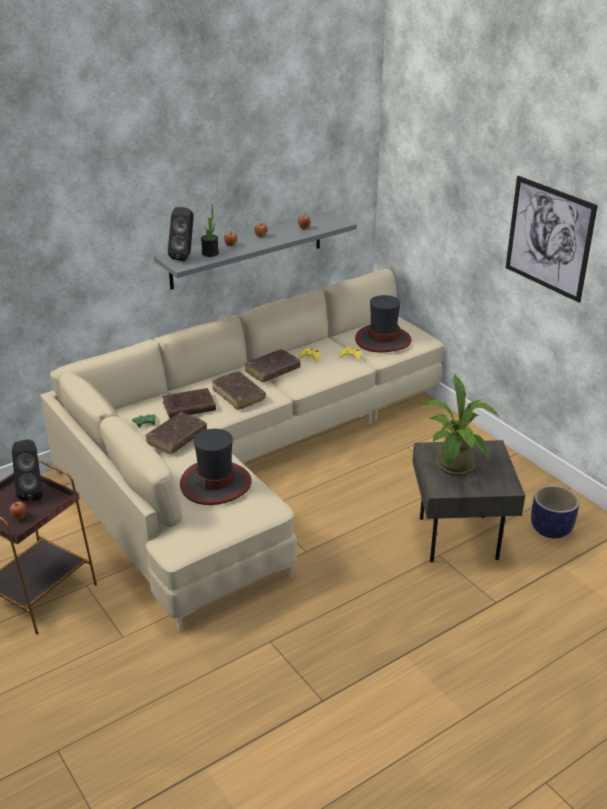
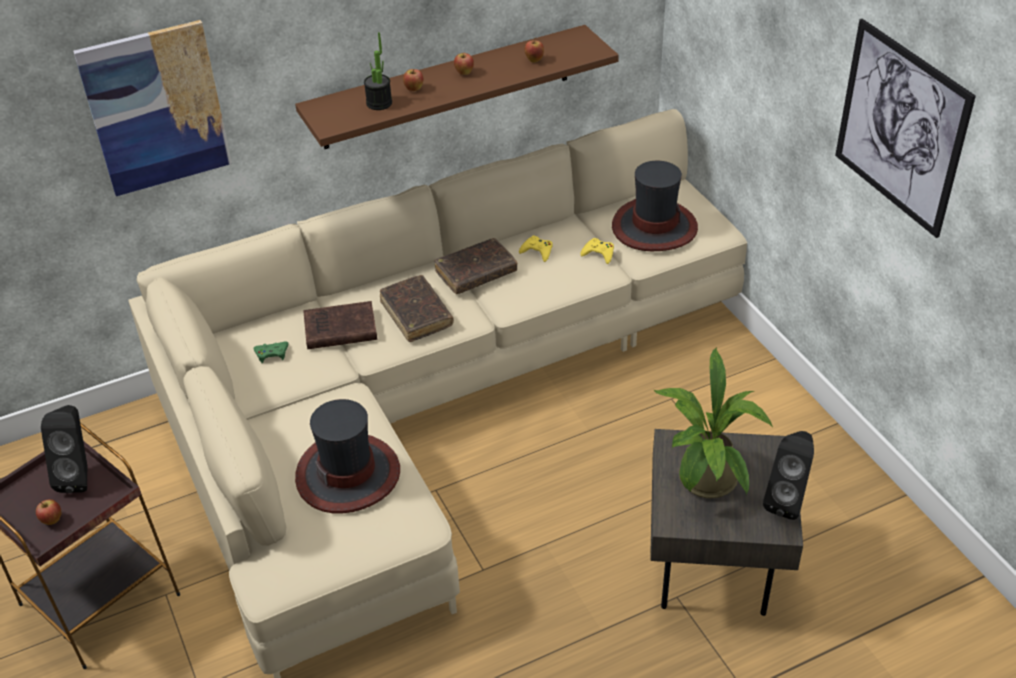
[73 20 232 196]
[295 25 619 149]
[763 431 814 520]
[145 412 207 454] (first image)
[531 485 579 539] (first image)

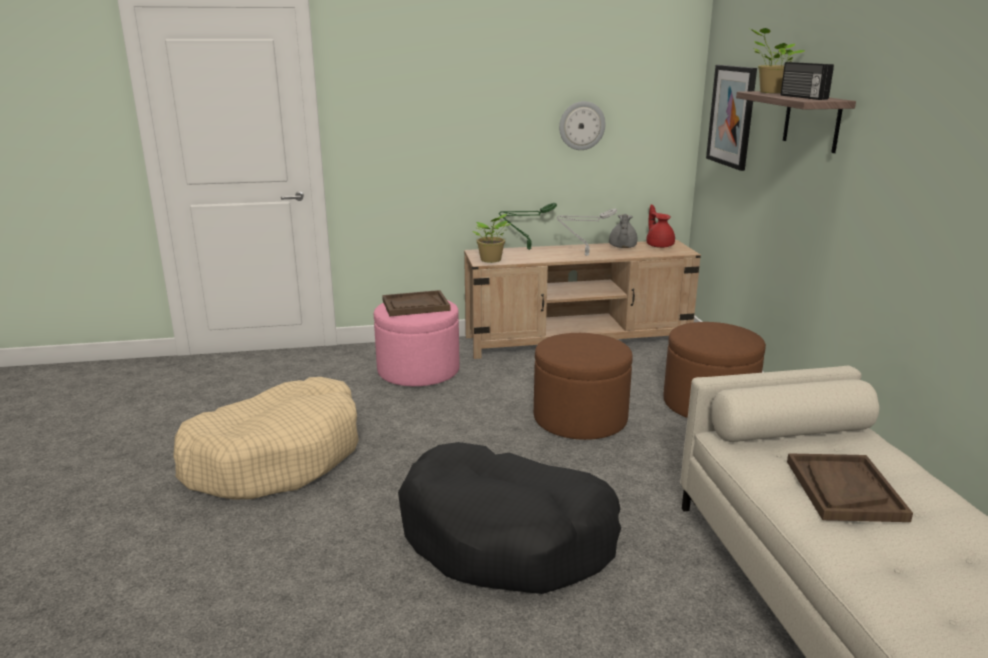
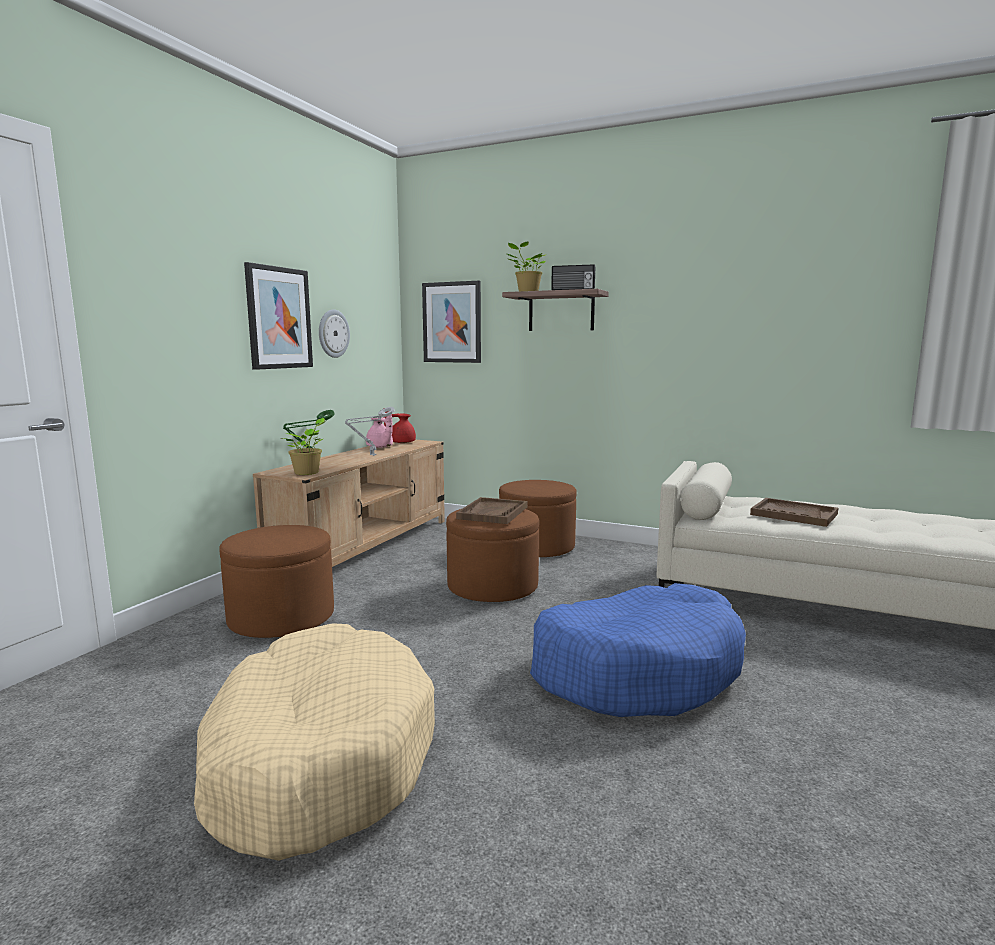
[219 525 334 638]
[244 262 313 370]
[366 414 393 448]
[456 497 527 524]
[530 583 746 717]

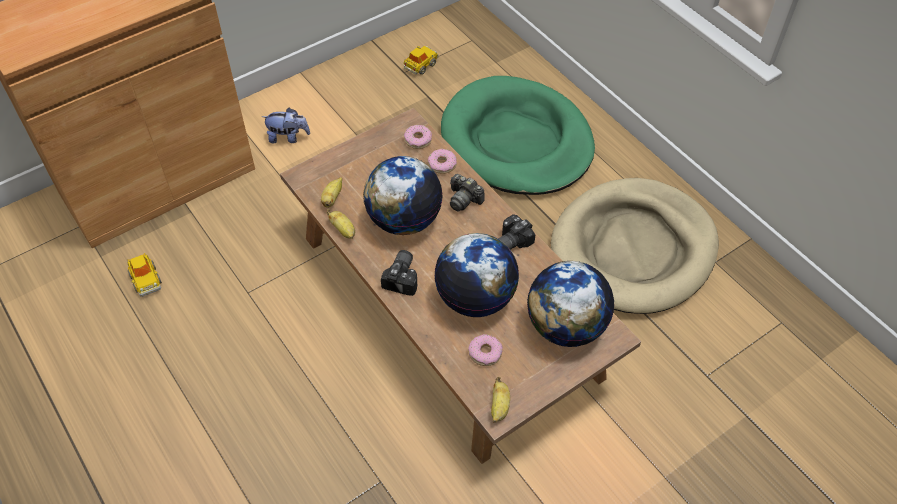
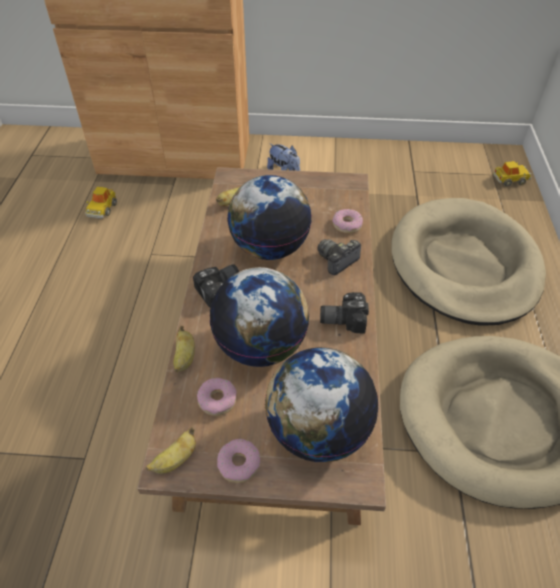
[173 326 195 372]
[217 439 260 483]
[318 239 361 275]
[391 198 546 326]
[493 161 531 186]

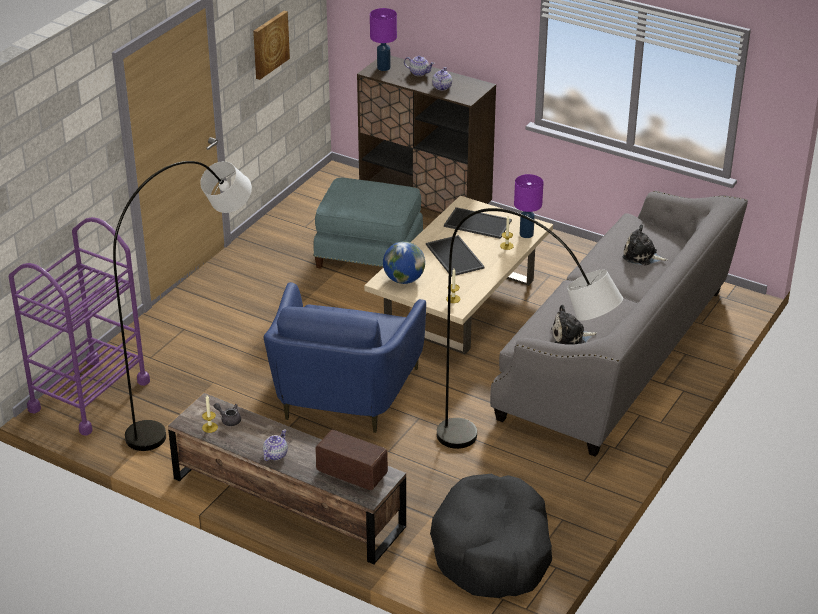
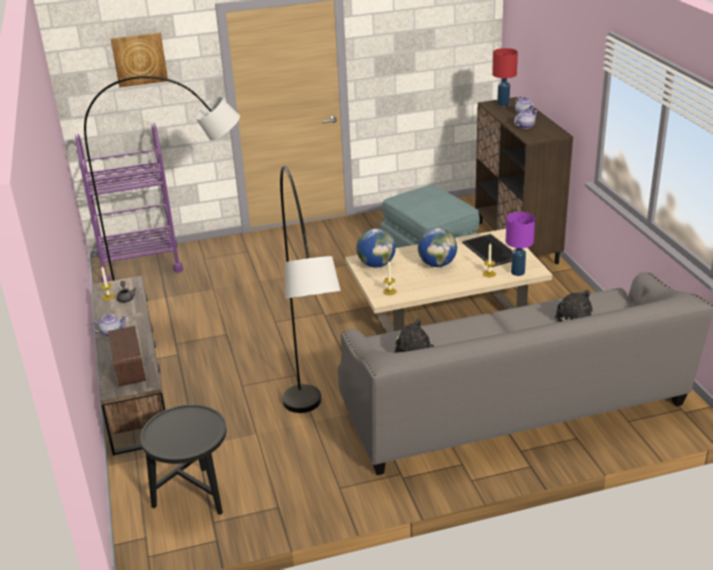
[110 32 168 87]
[140 404 227 515]
[418 228 457 267]
[492 48 518 106]
[264 282 426 433] (first image)

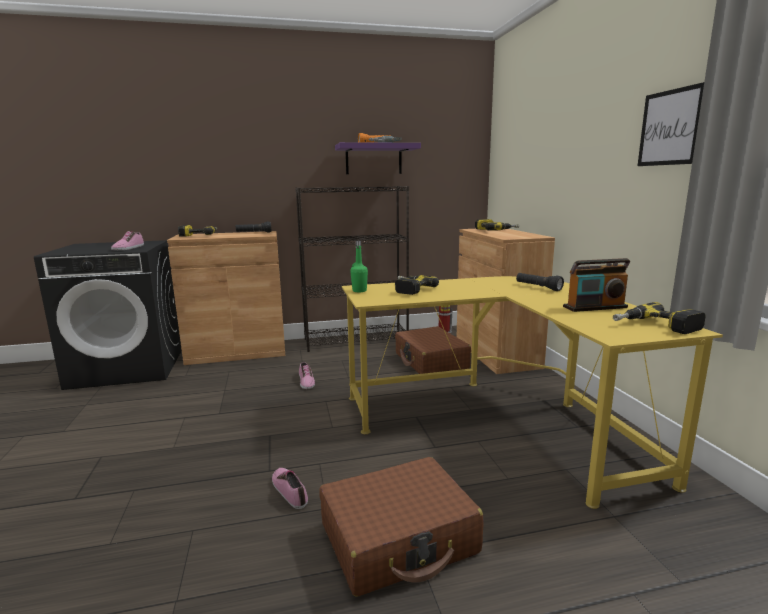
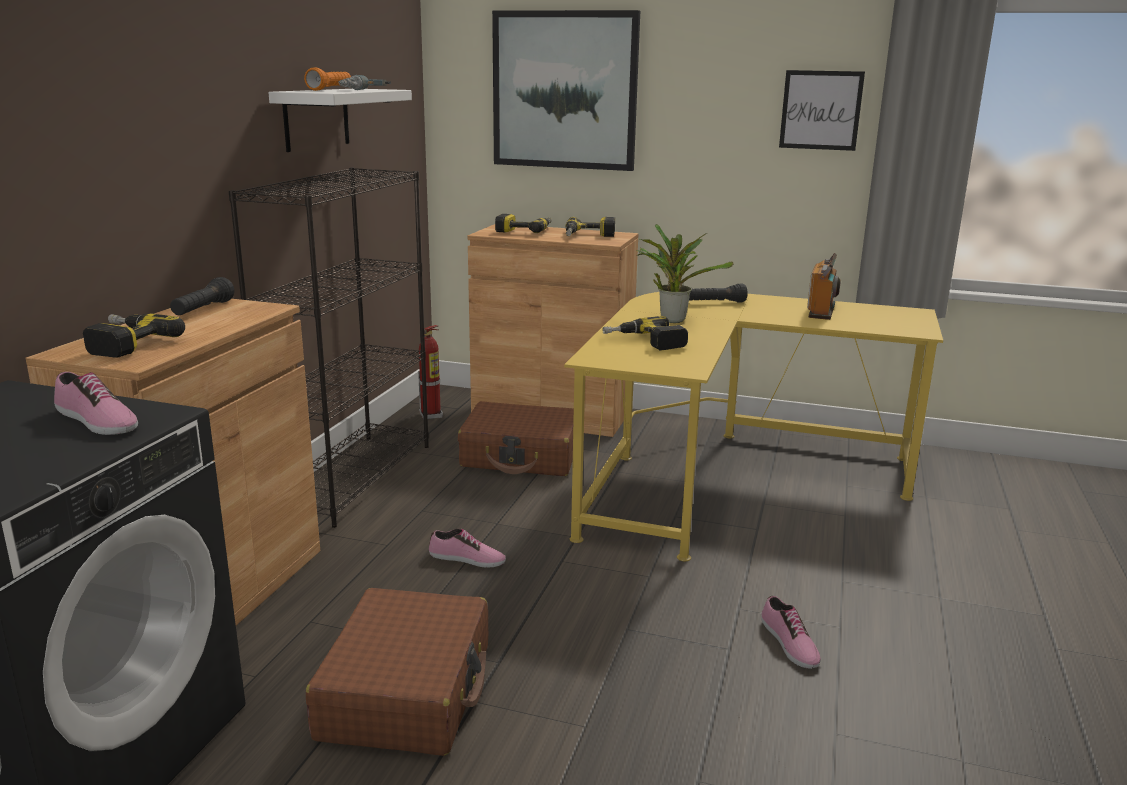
[268 89 412 152]
[306 588 488 756]
[492 10 640 171]
[565 217 615 237]
[636 224 734 323]
[761 596 821 669]
[350 241 368 292] (first image)

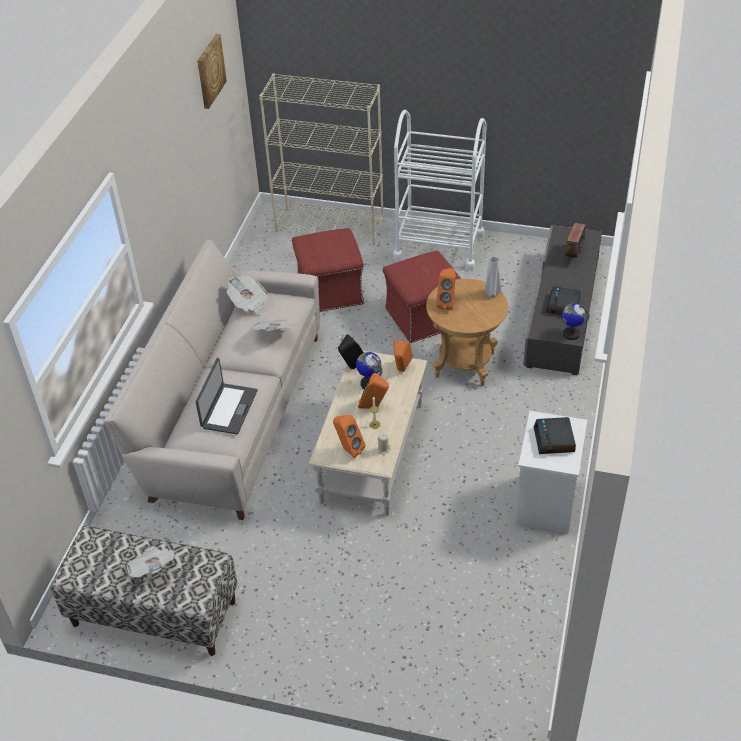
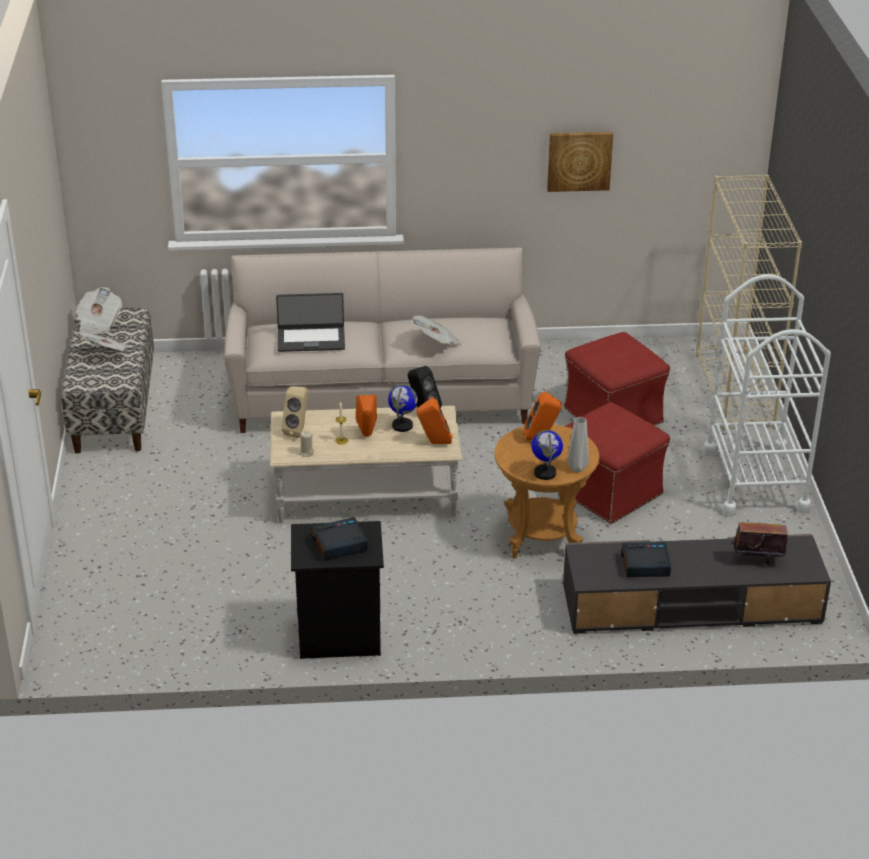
[76 287 122 334]
[281 386 308 438]
[291 521 384 659]
[531 430 563 480]
[547 132 613 192]

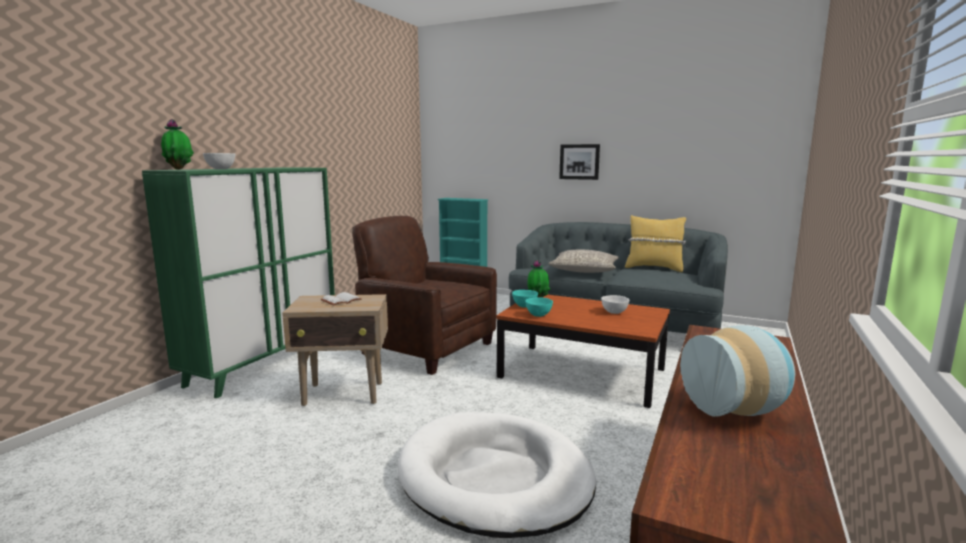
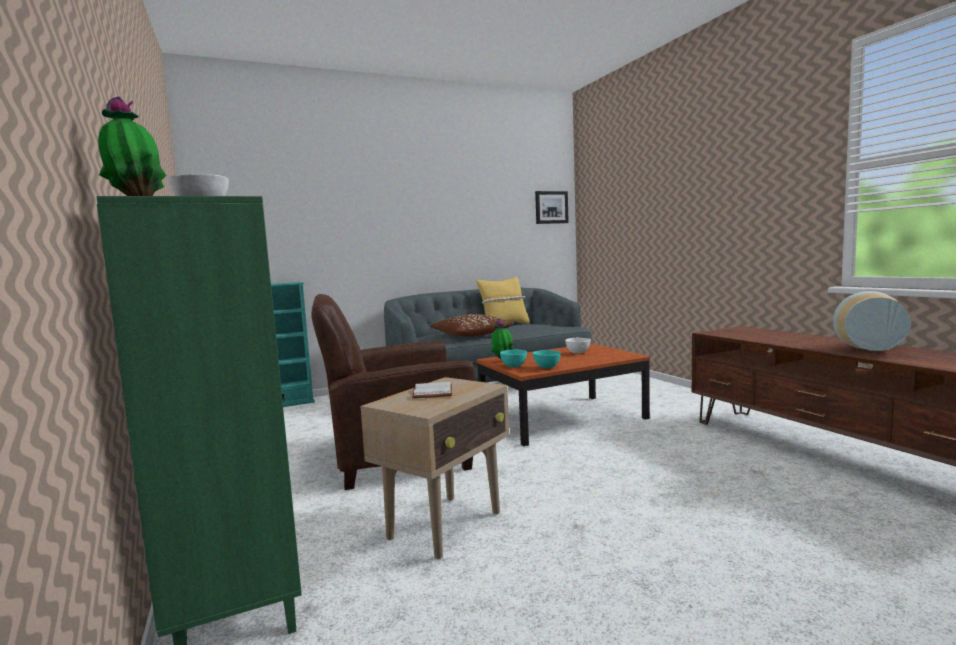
[430 314 513 337]
[535 191 569 224]
[398 412 596 538] (first image)

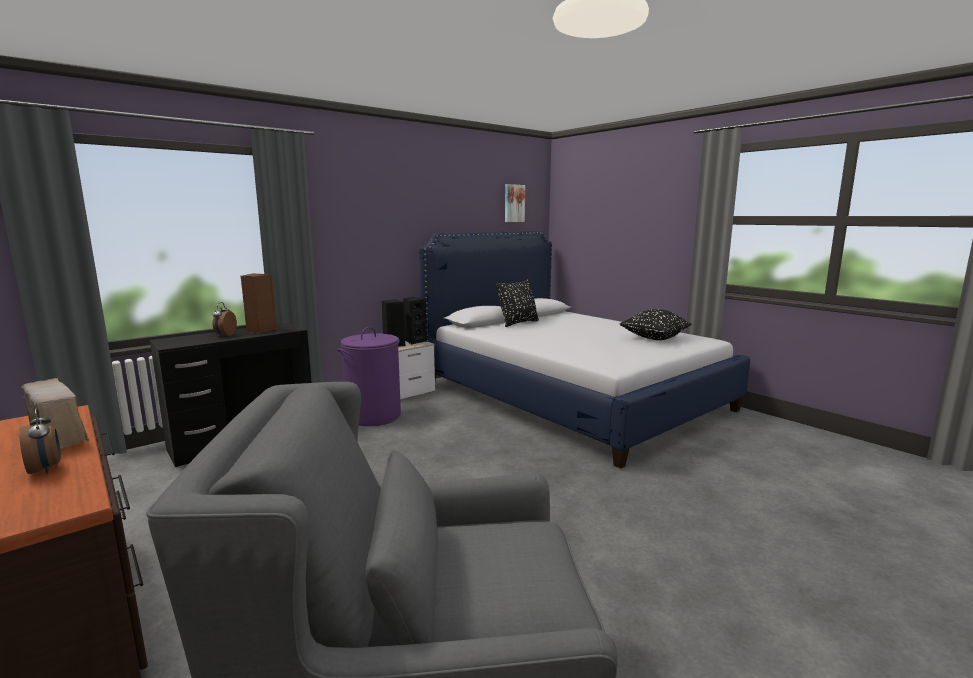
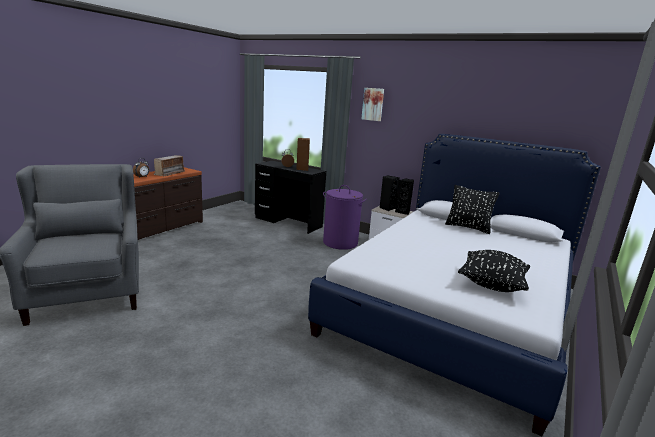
[361 88 384 121]

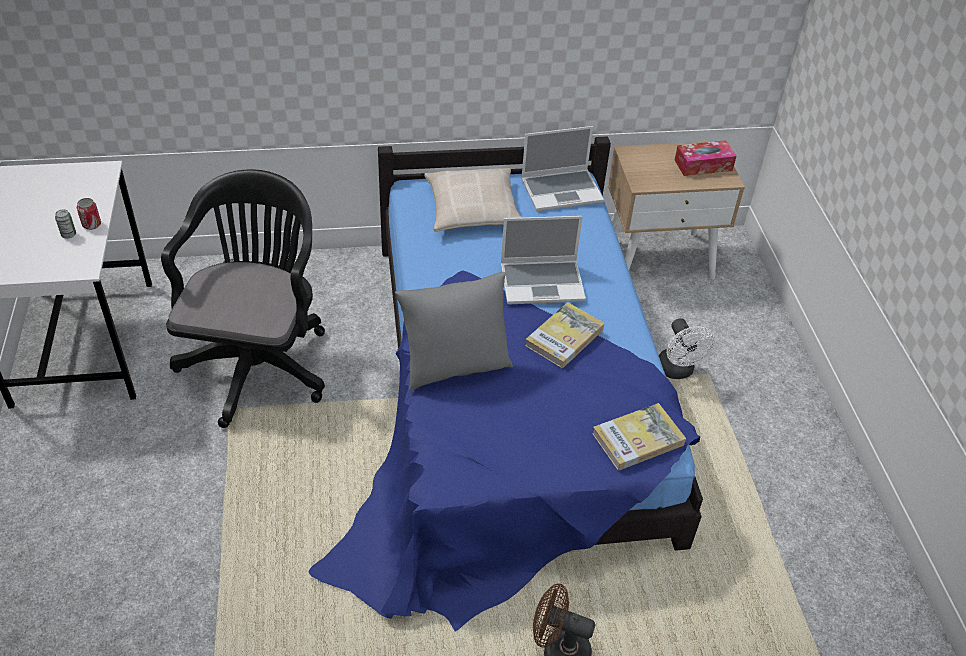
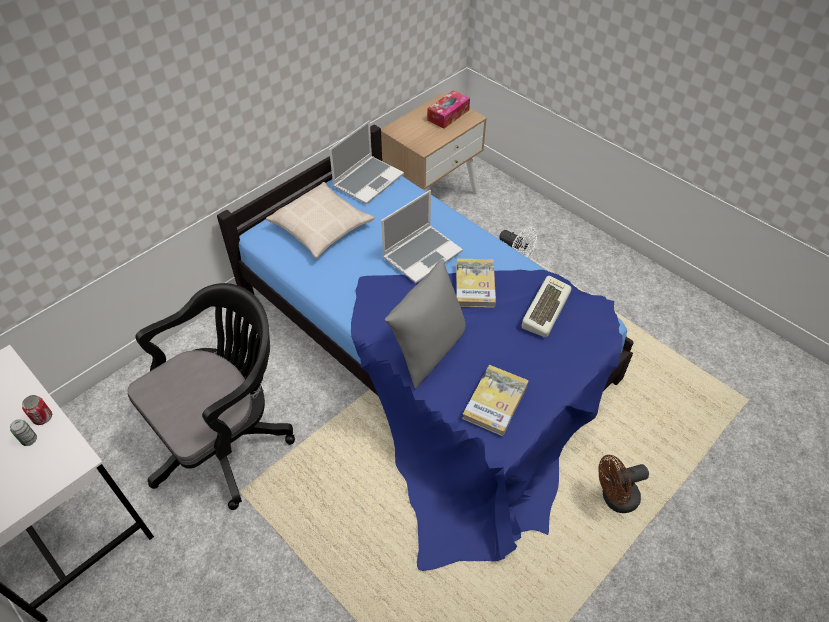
[127 283 295 510]
[462 365 528 436]
[522 276 571 337]

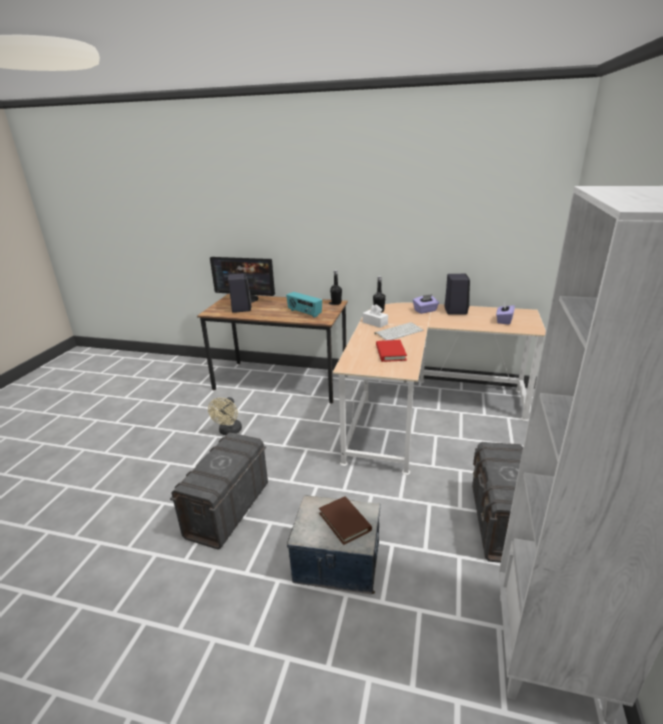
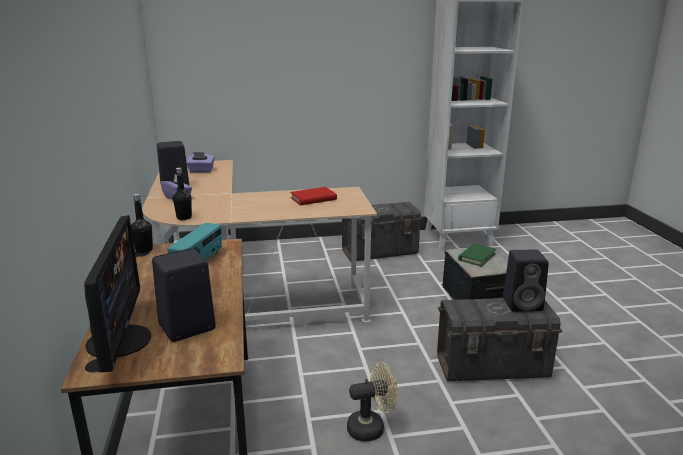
[458 244 496 267]
[503 250 549 312]
[363 304 388 328] (first image)
[375 322 424 340] (first image)

